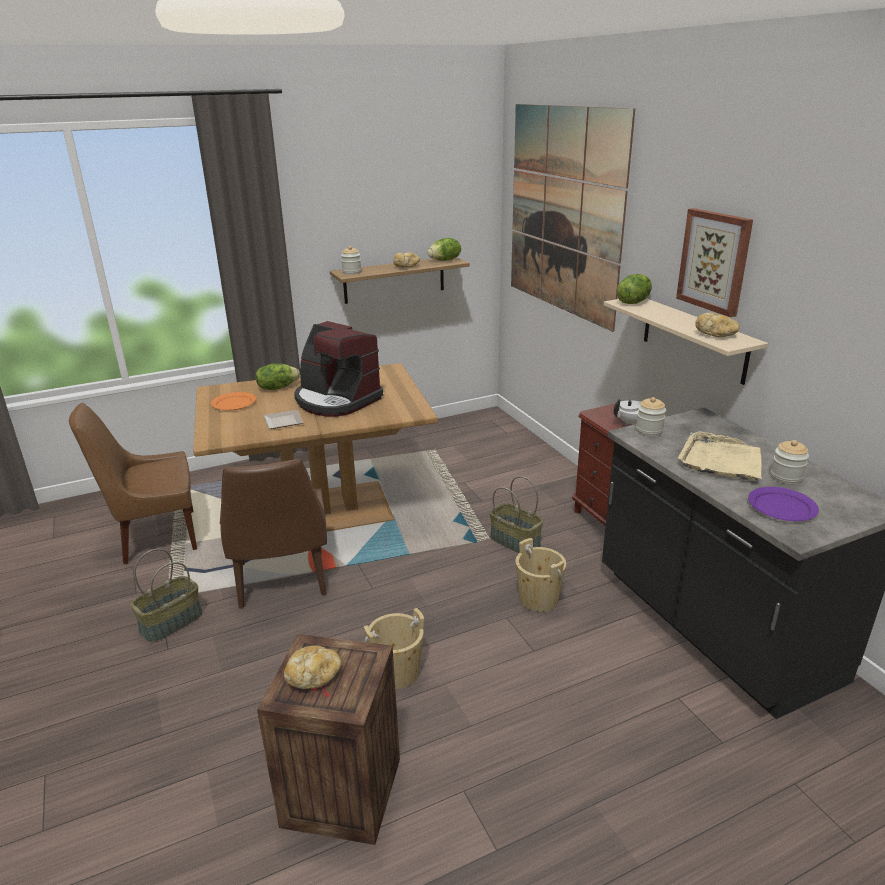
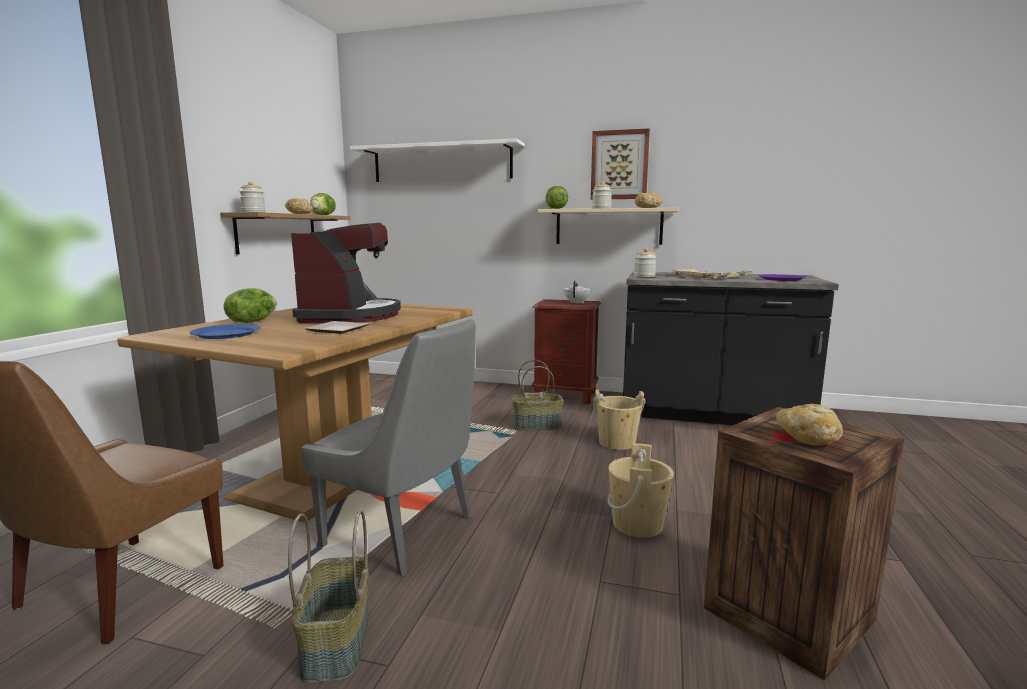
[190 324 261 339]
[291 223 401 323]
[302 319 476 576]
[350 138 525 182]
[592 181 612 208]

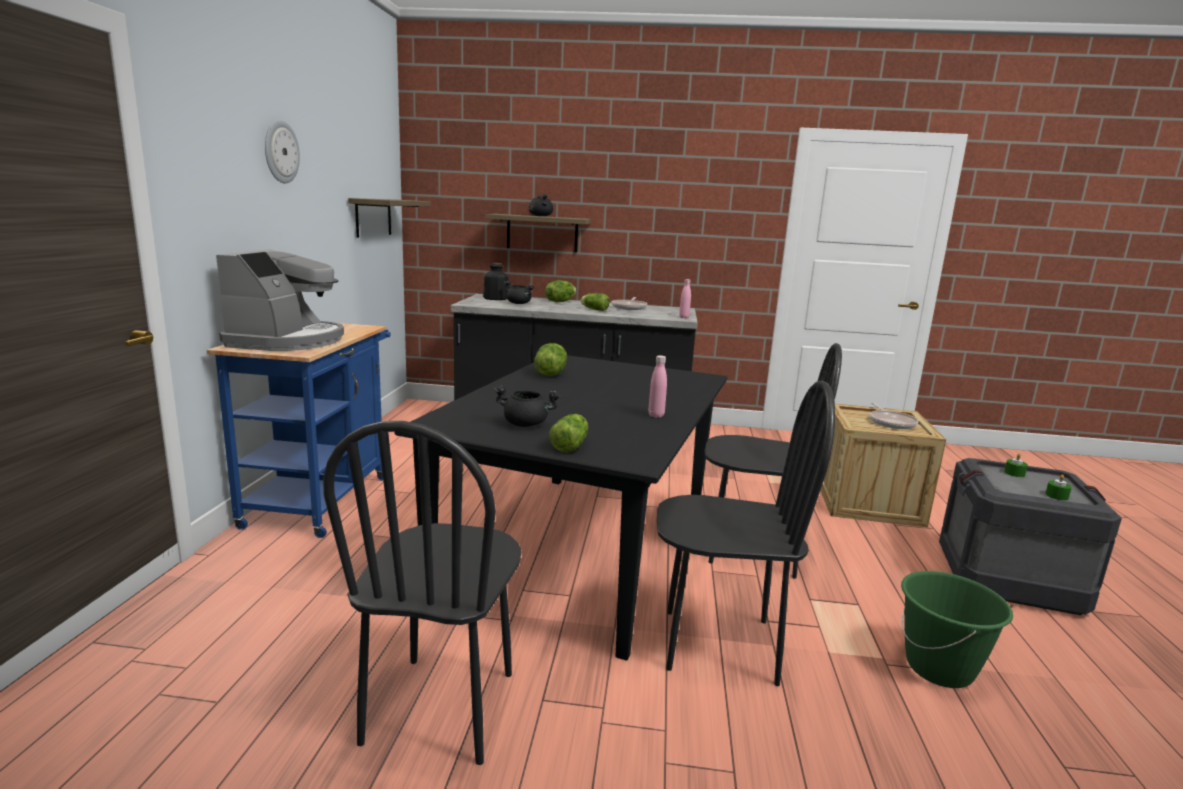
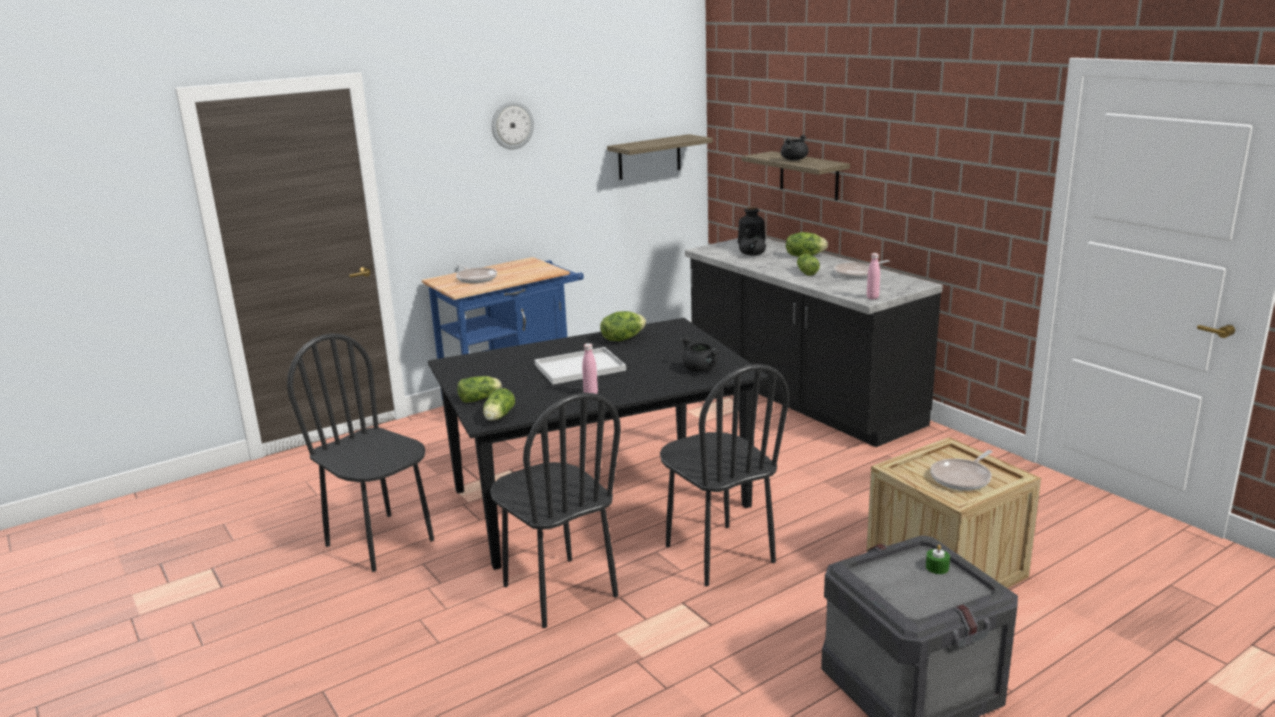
[287 333 434 572]
[456 264 497 284]
[483 388 515 421]
[534 347 626 384]
[681 337 719 372]
[901 571 1013 688] (first image)
[1045 474 1072 500] (first image)

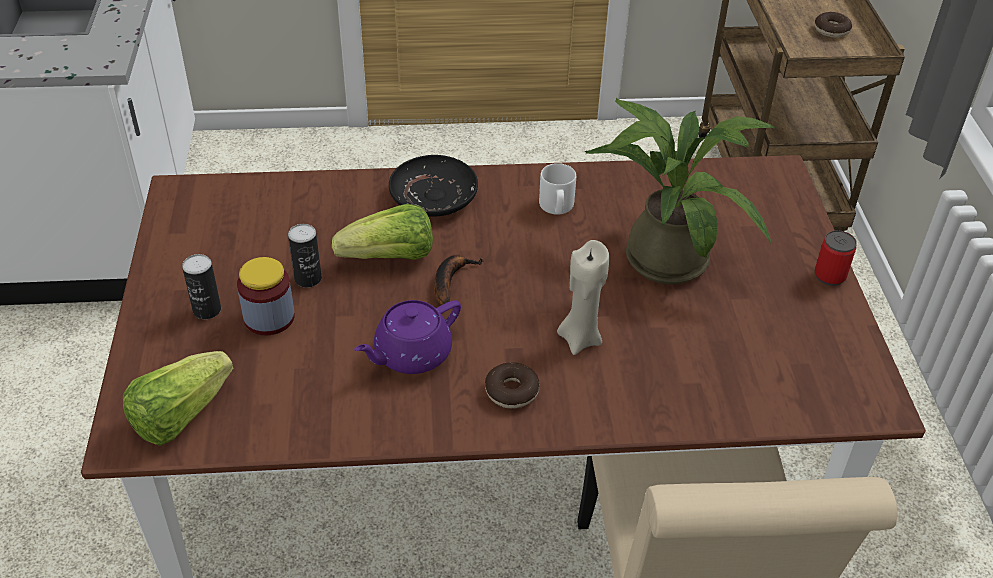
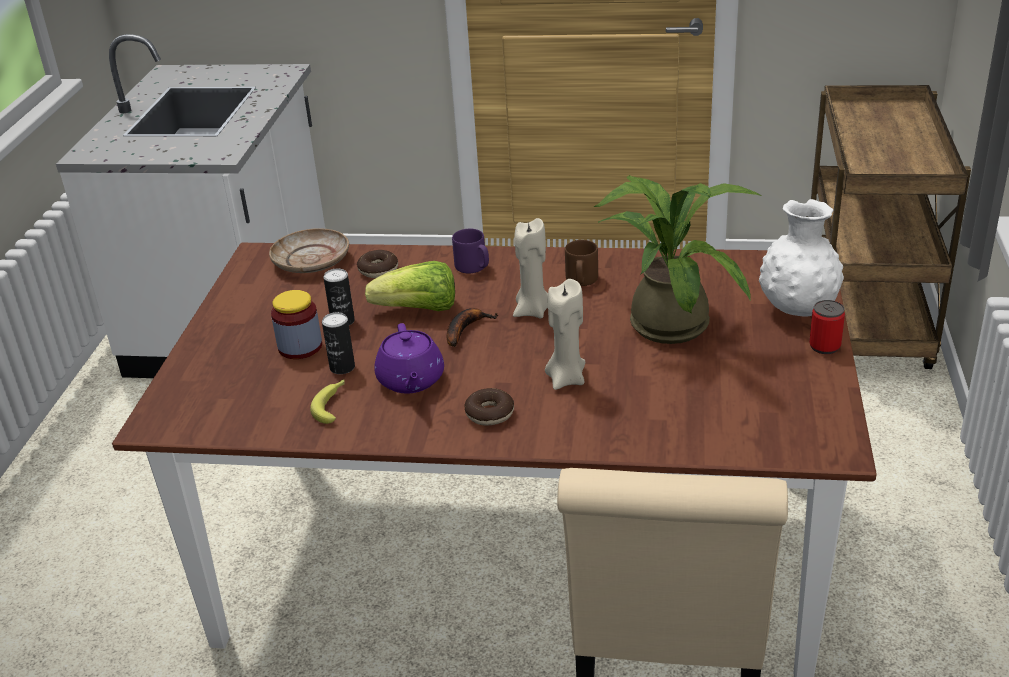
[269 228 349 273]
[310 380 345 424]
[322 312 355 374]
[357 250 398 278]
[374 323 444 393]
[452 229 489 273]
[513 218 548 319]
[565 240 598 286]
[759 199 844 317]
[123 351 233 446] (first image)

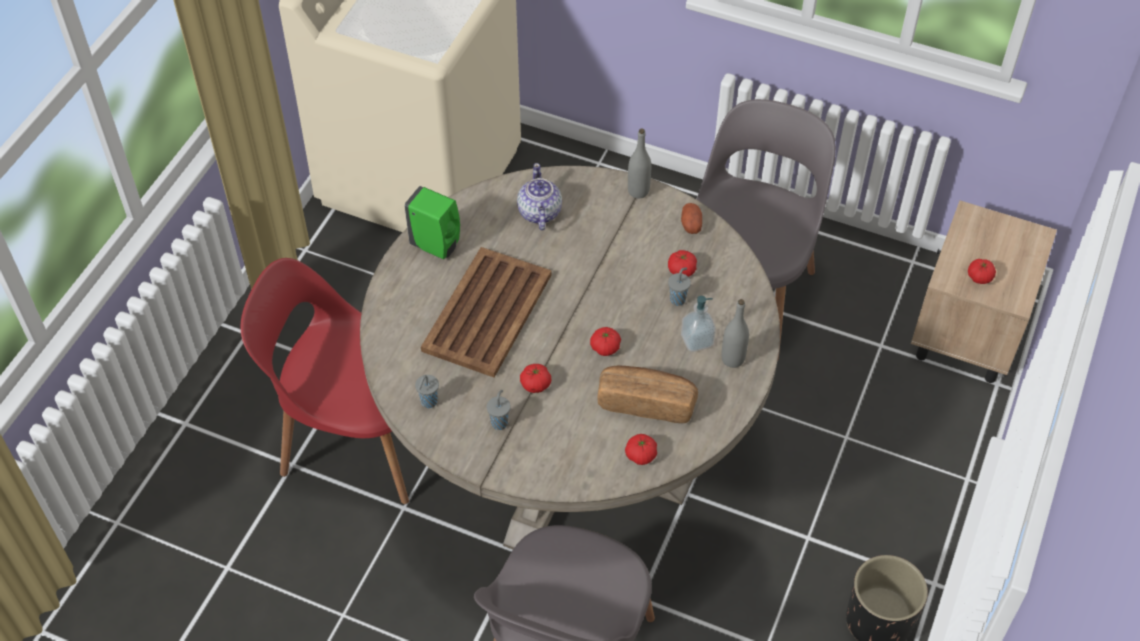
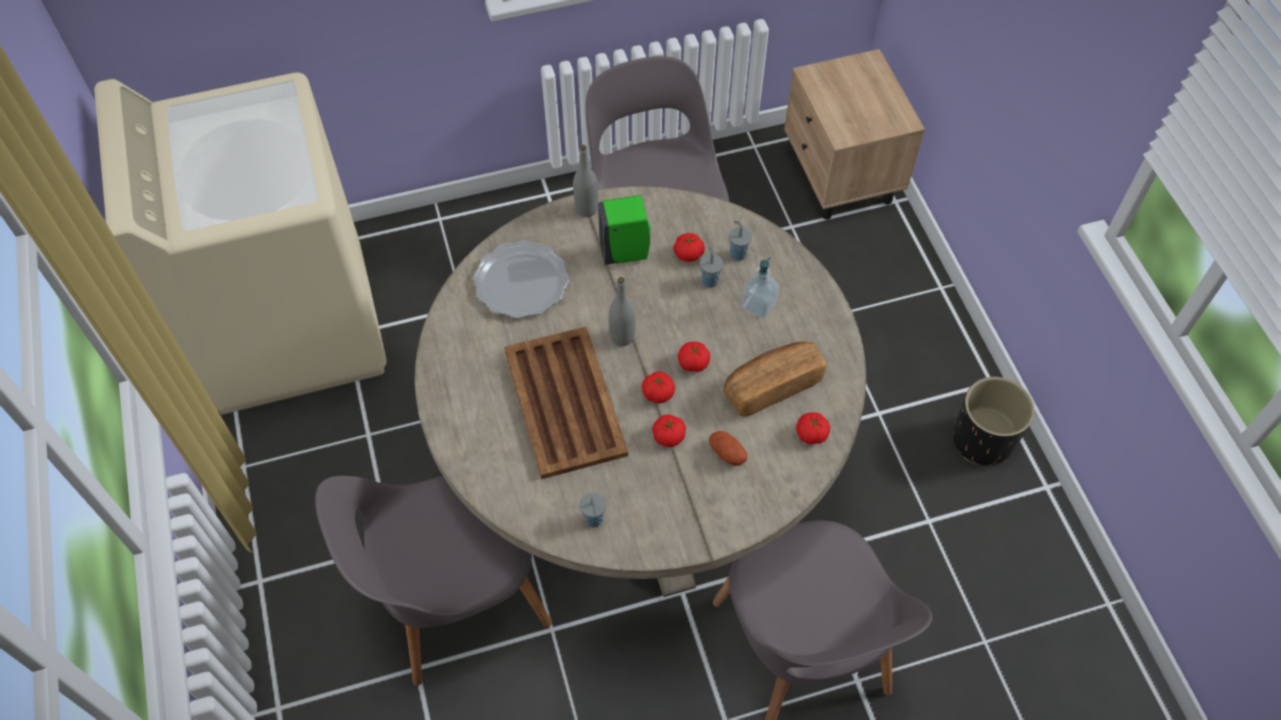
[315 475 552 686]
[473 240 569 319]
[598 195 651 265]
[609 277 635 346]
[642 371 675 404]
[709 431 747 466]
[729 221 752 261]

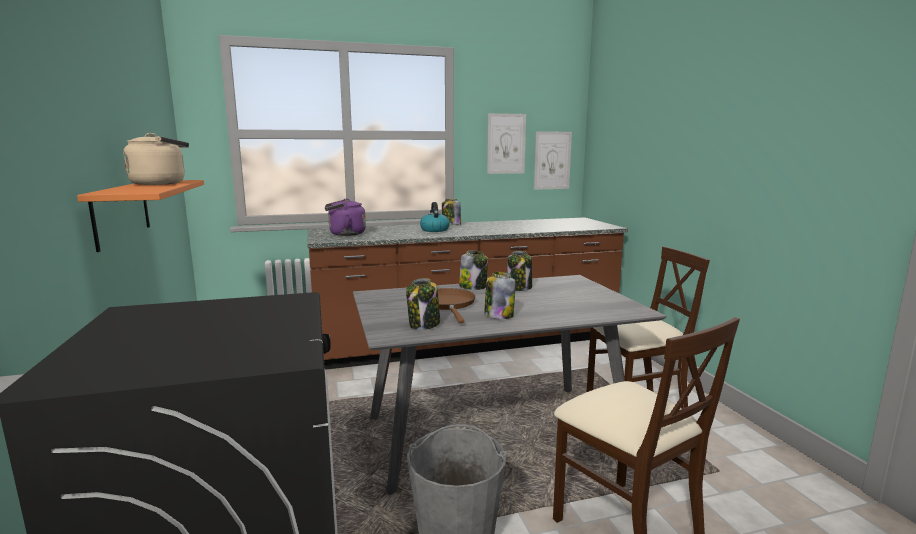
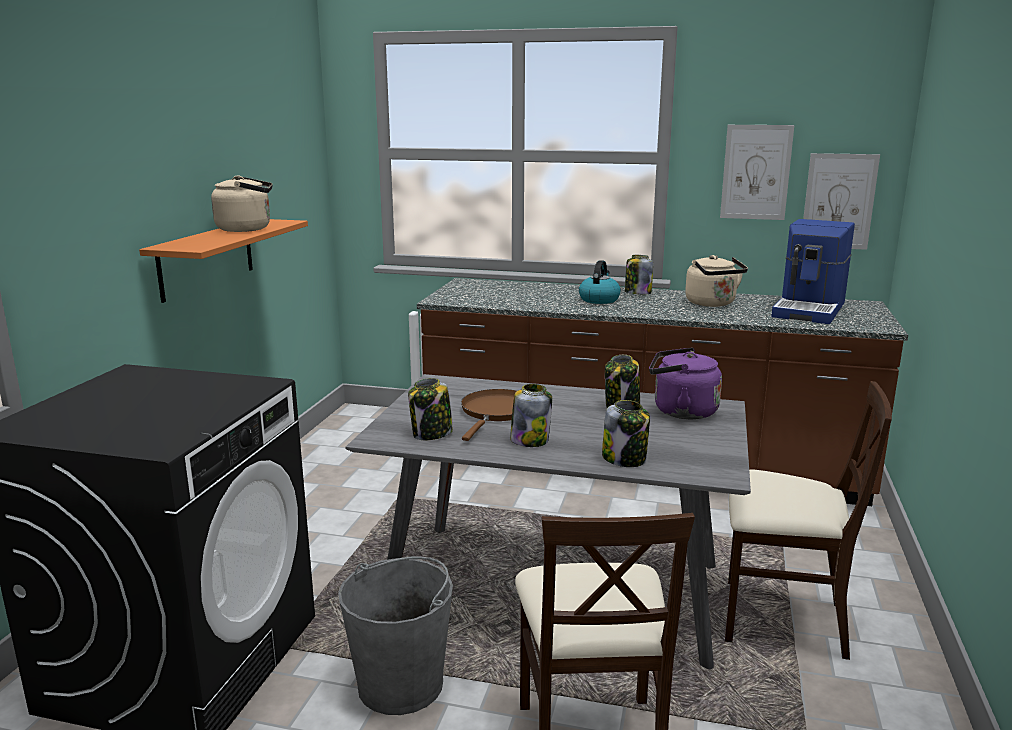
[602 400 650 467]
[649 348 722 419]
[685 255 748 307]
[771 219 855 324]

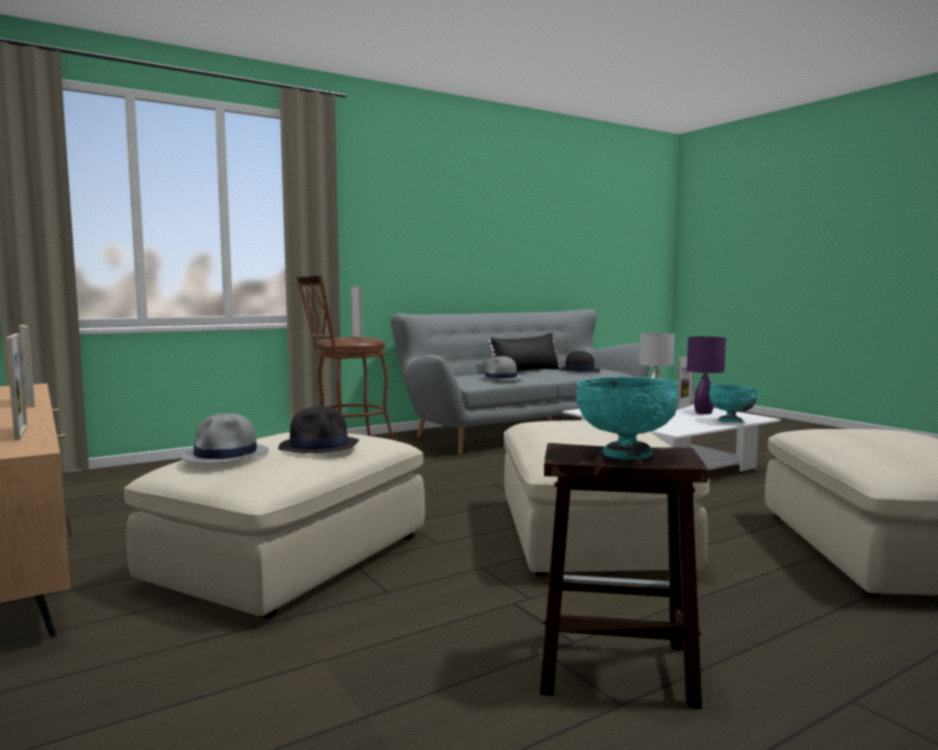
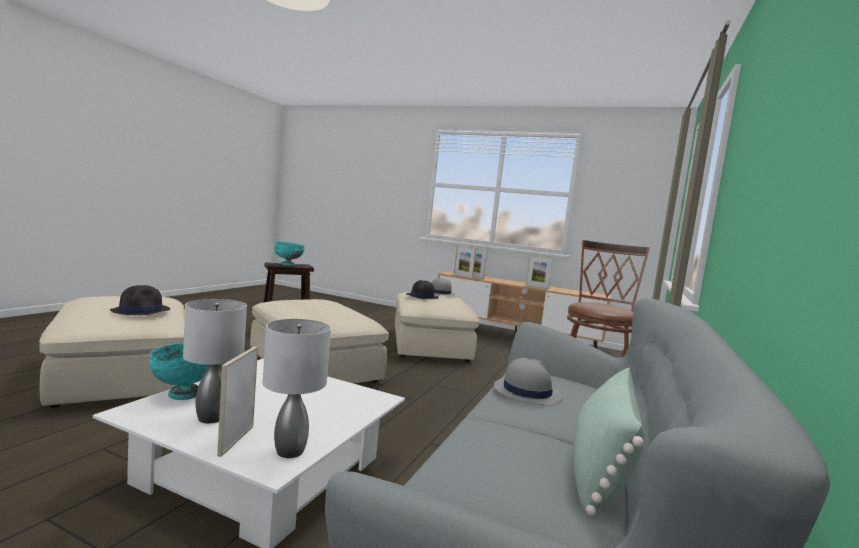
[110 285 170 315]
[183 299 247 423]
[453 246 476 278]
[573 368 645 516]

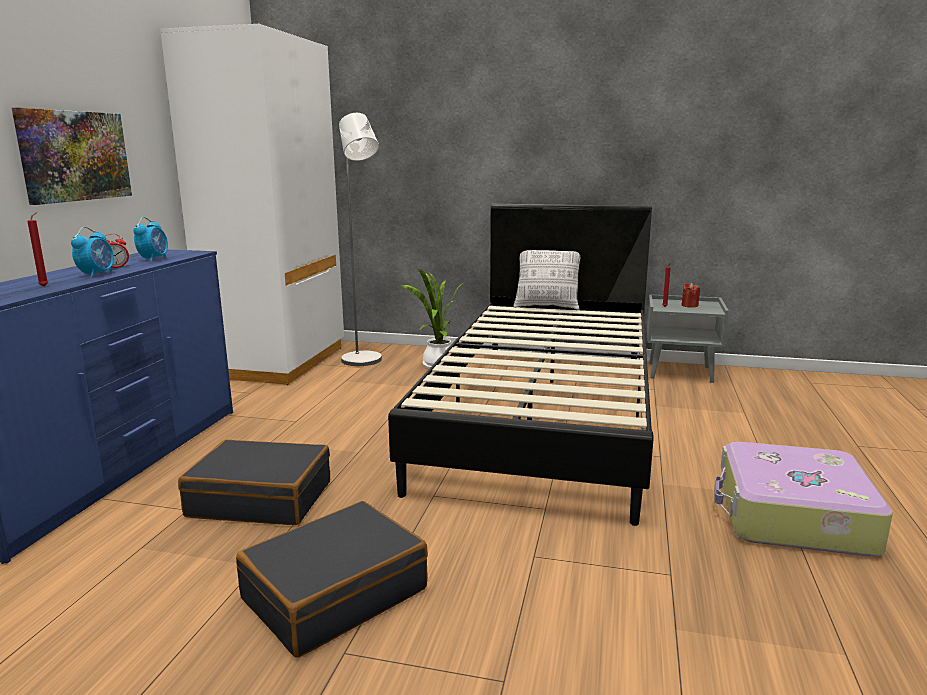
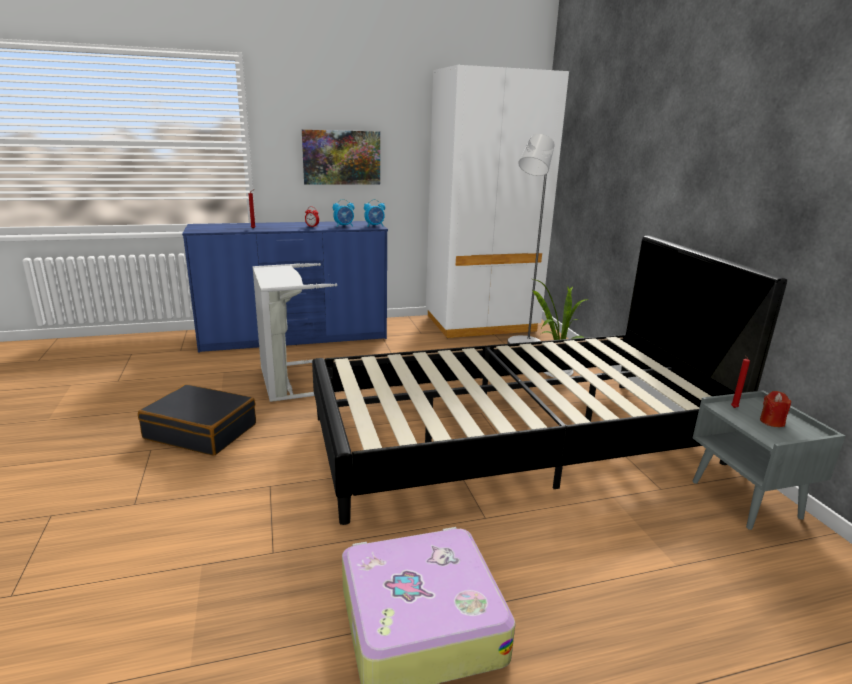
[253 263 338 402]
[364 199 385 227]
[513 250 580 310] (first image)

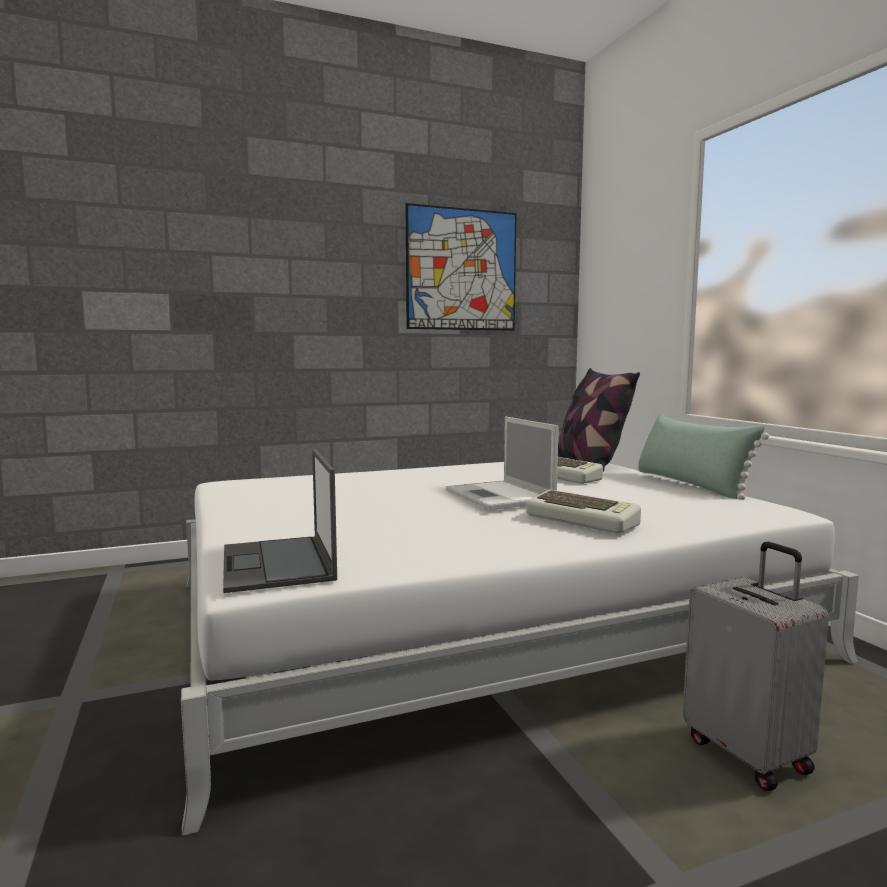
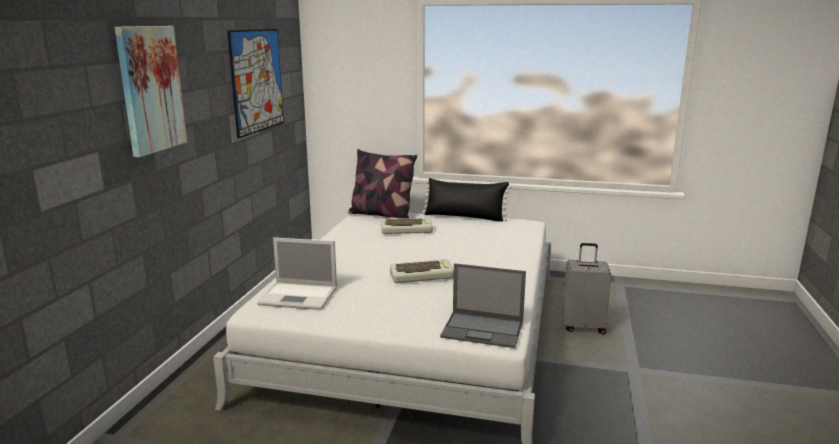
[115 26 187 157]
[257 237 337 310]
[390 259 454 283]
[422 178 511 222]

